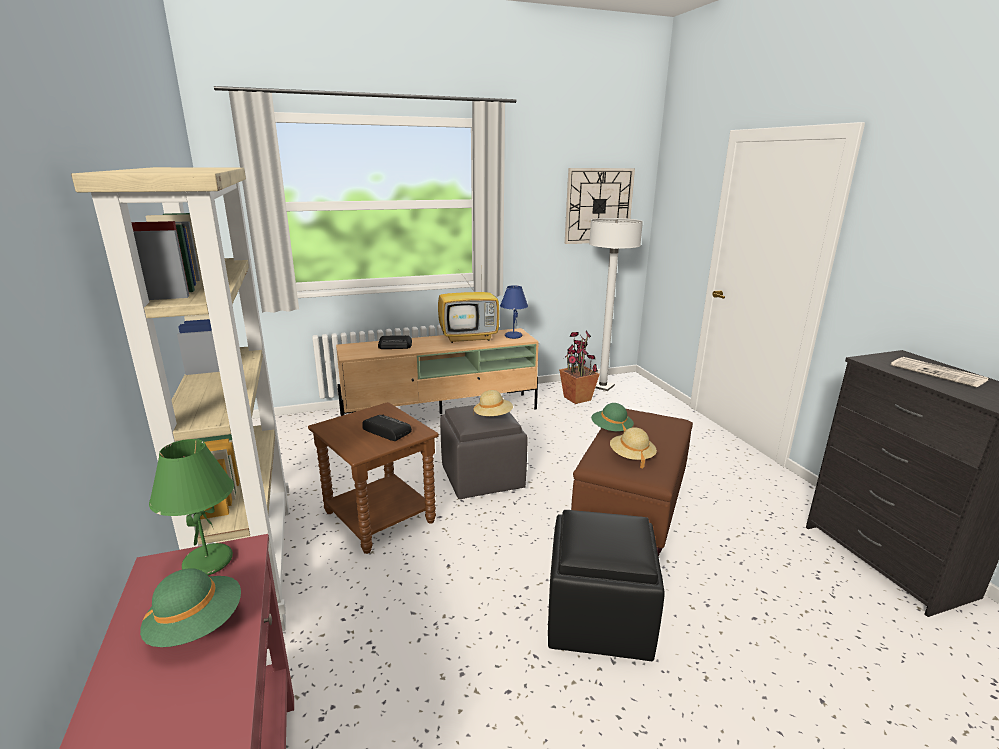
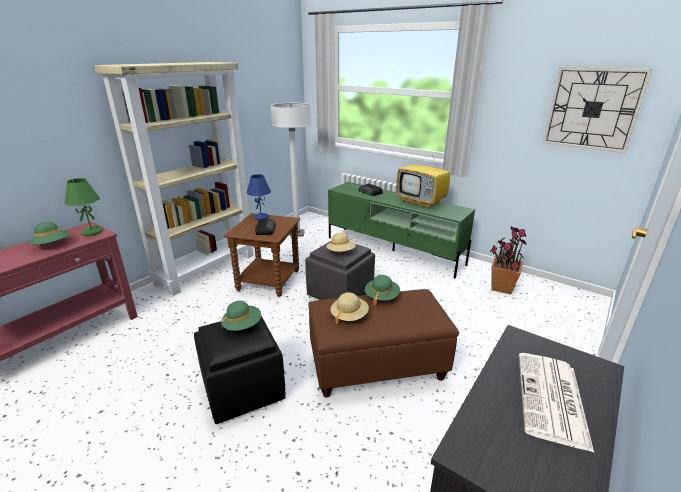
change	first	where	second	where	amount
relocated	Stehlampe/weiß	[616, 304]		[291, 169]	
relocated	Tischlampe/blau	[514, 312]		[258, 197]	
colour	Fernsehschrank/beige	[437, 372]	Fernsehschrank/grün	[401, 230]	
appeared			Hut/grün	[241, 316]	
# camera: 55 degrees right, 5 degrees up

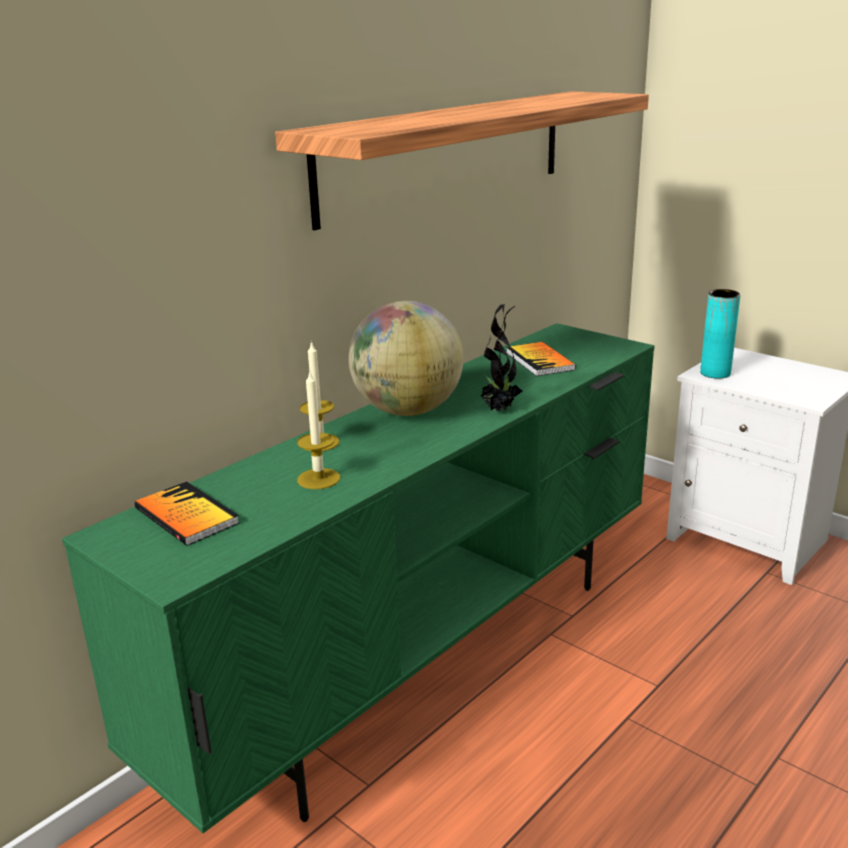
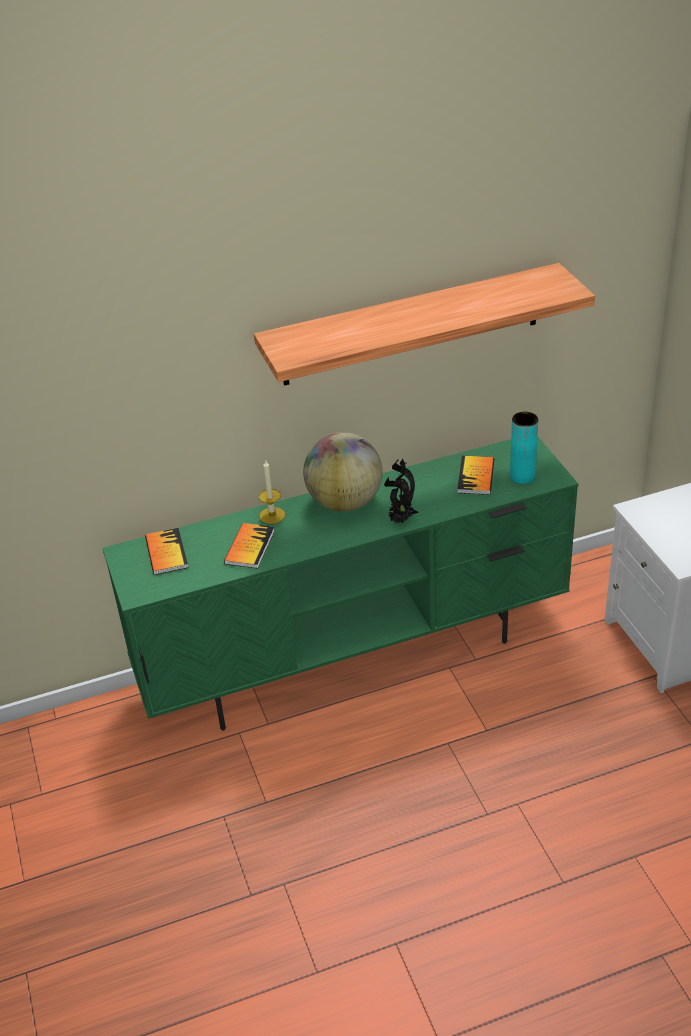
change	first	where	second	where	amount
relocated	Vase/türkis	[720, 334]		[524, 448]	
exchanged	Kerze	[318, 430]	Buch	[249, 546]	
# camera: 30 degrees right, 15 degrees up

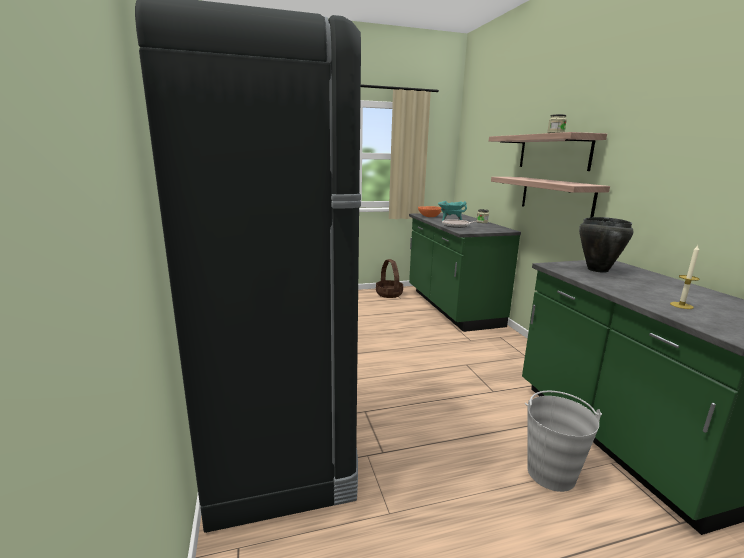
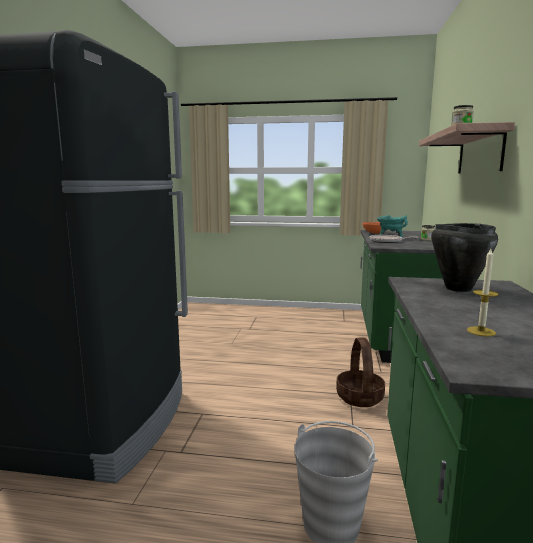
change	first	where	second	where	amount
missing	Wandregal	[550, 197]			
relocated	Korb	[389, 278]		[360, 372]	
# camera: 25 degrees right, 5 degrees down

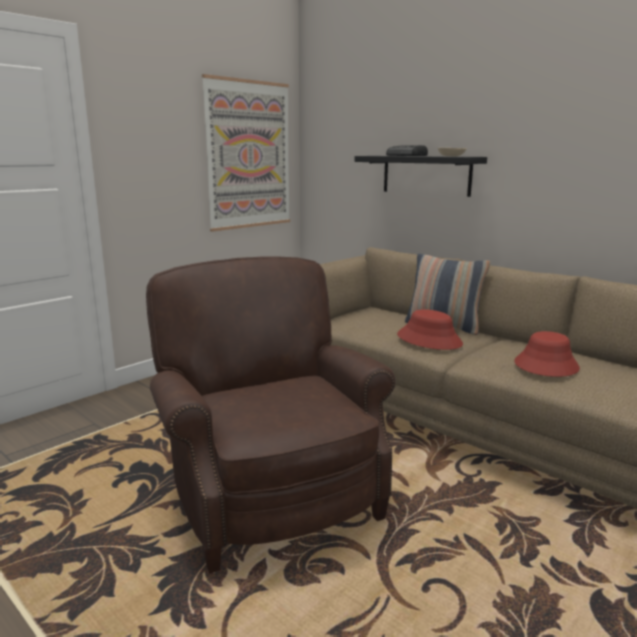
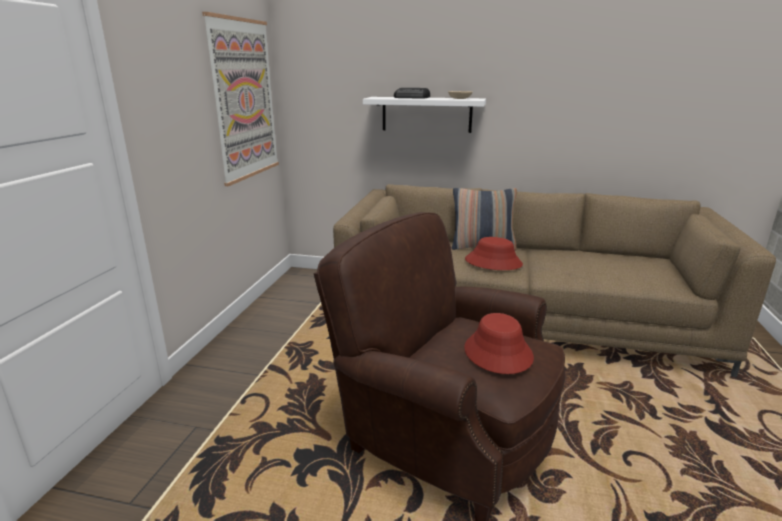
change	first	where	second	where	amount
colour	Wandregal/schwarz	[421, 176]	Wandregal/weiß	[424, 115]	
relocated	Hut/rot	[547, 354]		[499, 343]	
# camera: 30 degrees left, 5 degrees up

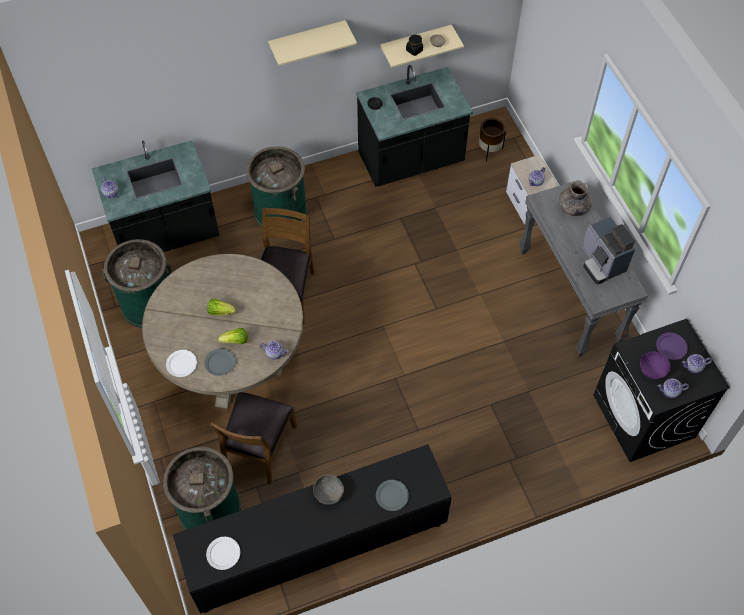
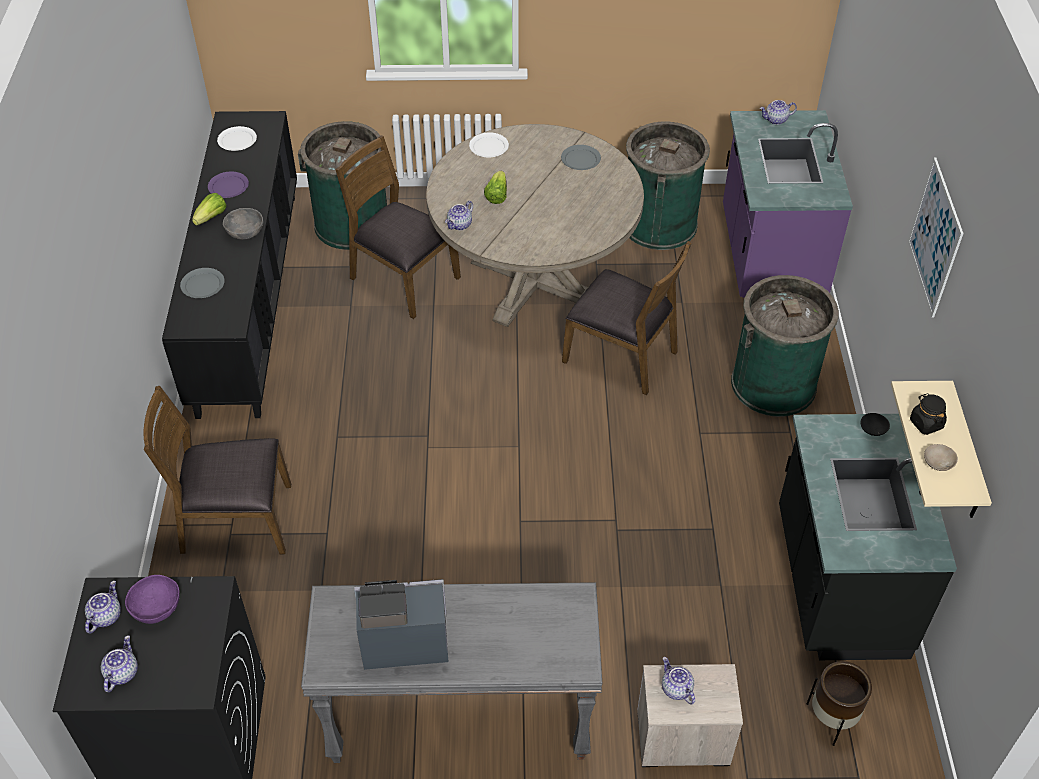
change	first	where	second	where	amount
exchanged	Wandregal/beige	[312, 43]	Bild	[936, 237]	
colour	Küchenzeile/schwarz	[155, 196]	Küchenzeile/lila	[788, 204]	
missing	Vase/grau	[575, 198]			
relocated	Salatkopf	[221, 306]		[209, 209]	
relocated	Teller/lila	[672, 346]		[228, 185]	
relocated	Teller/grau	[219, 362]		[581, 157]	
appeared			Stuhl/braun	[217, 470]	
# camera: 110 degrees right, 10 degrees down

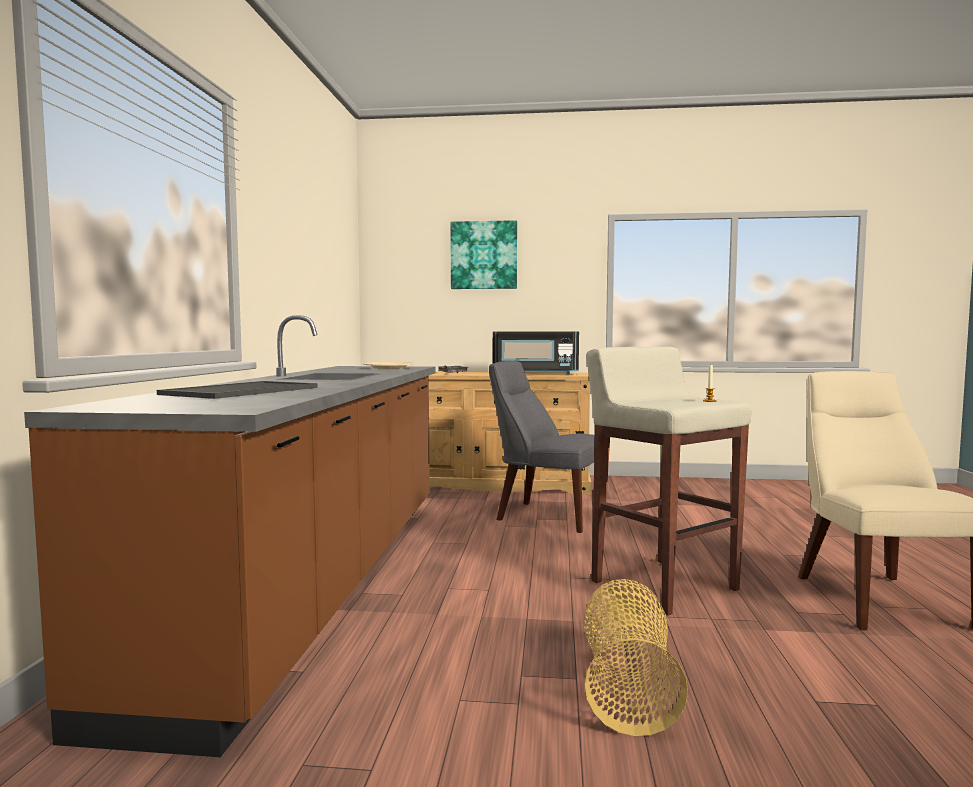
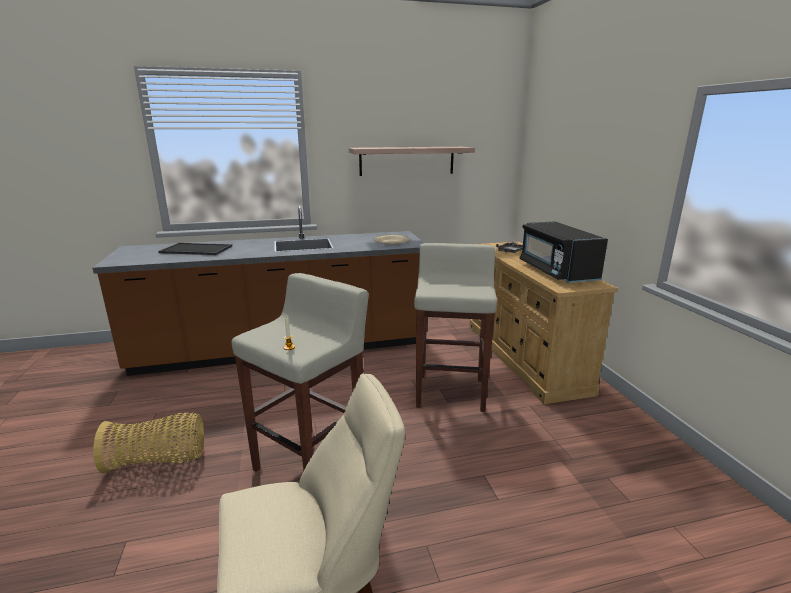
change	first	where	second	where	amount
missing	Bild	[483, 254]			
exchanged	Stuhl/grau	[542, 447]	Hocker/beige	[455, 327]	
appeared			Wandregal	[412, 161]	
# camera: 70 degrees right, 15 degrees up

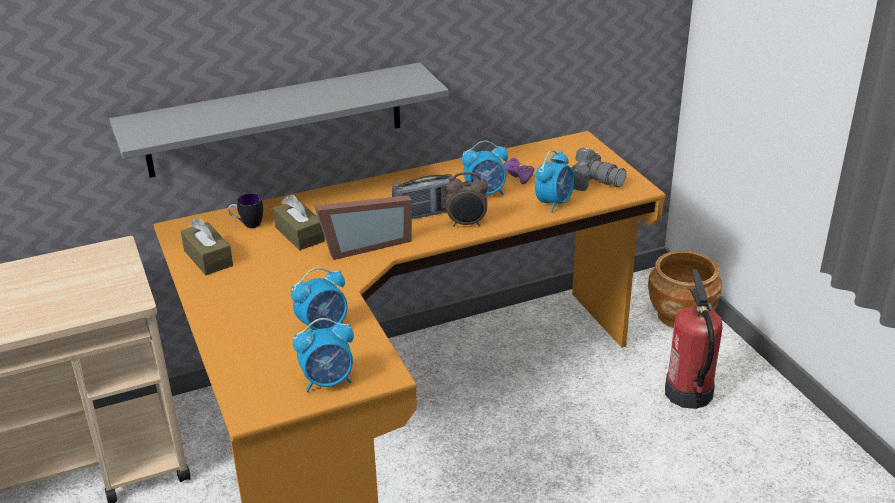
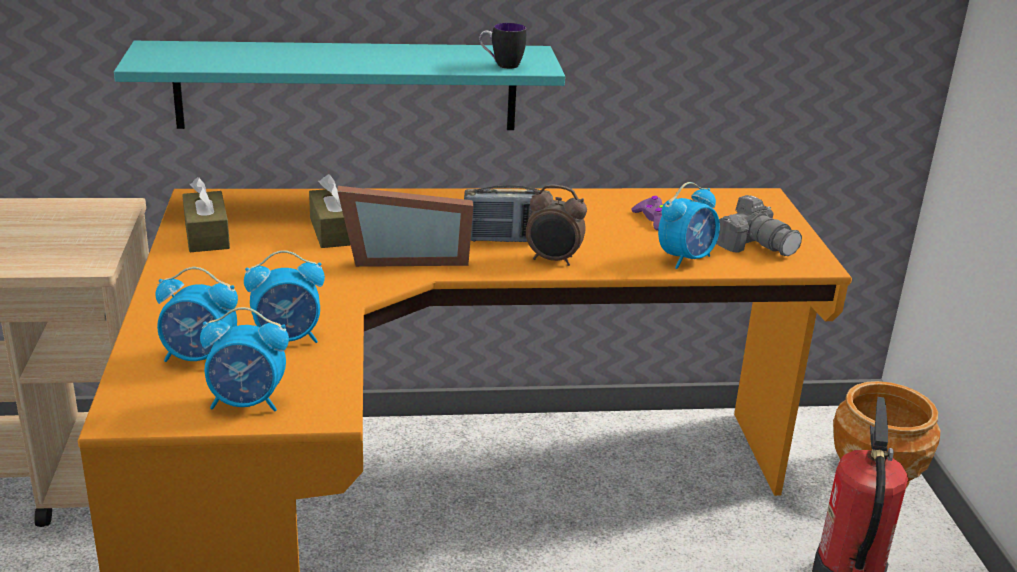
change	first	where	second	where	amount
colour	Wandregal/grau	[279, 120]	Wandregal/türkis	[339, 85]	
relocated	Wecker	[485, 168]		[197, 314]	
relocated	Henkelbecher	[245, 211]		[502, 46]	
# camera: 15 degrees right, 5 degrees down

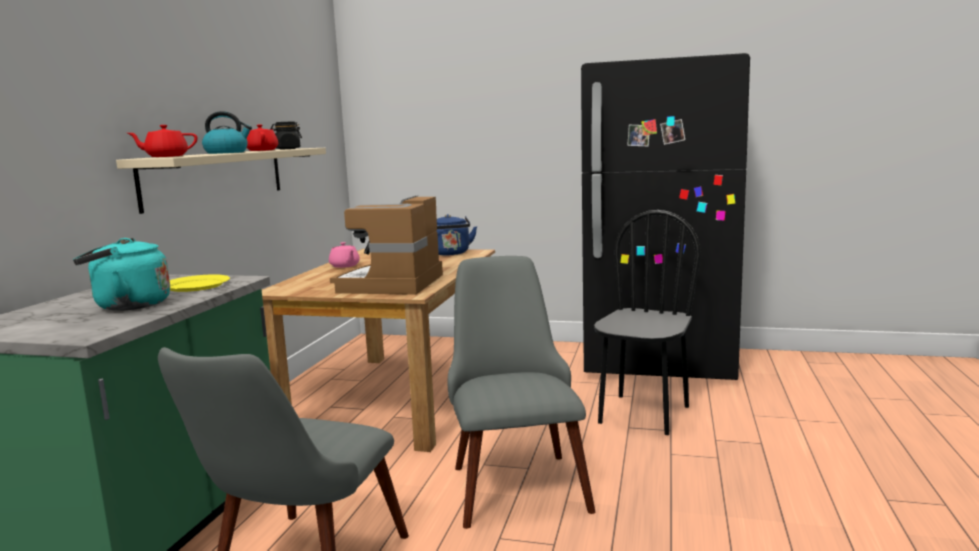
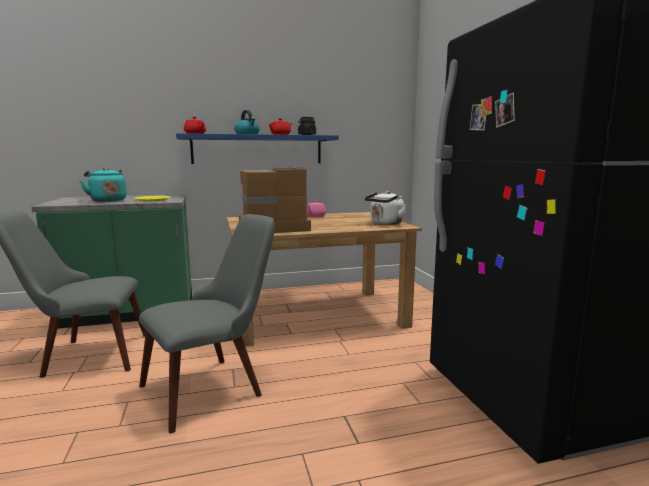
change	first	where	second	where	amount
colour	Wandregal/beige	[221, 181]	Wandregal/blau	[257, 148]	
missing	Stuhl/schwarz	[647, 322]			
colour	Wasserkessel/blau	[457, 234]	Wasserkessel/weiß	[385, 208]	
# camera: 60 degrees right, 0 degrees up

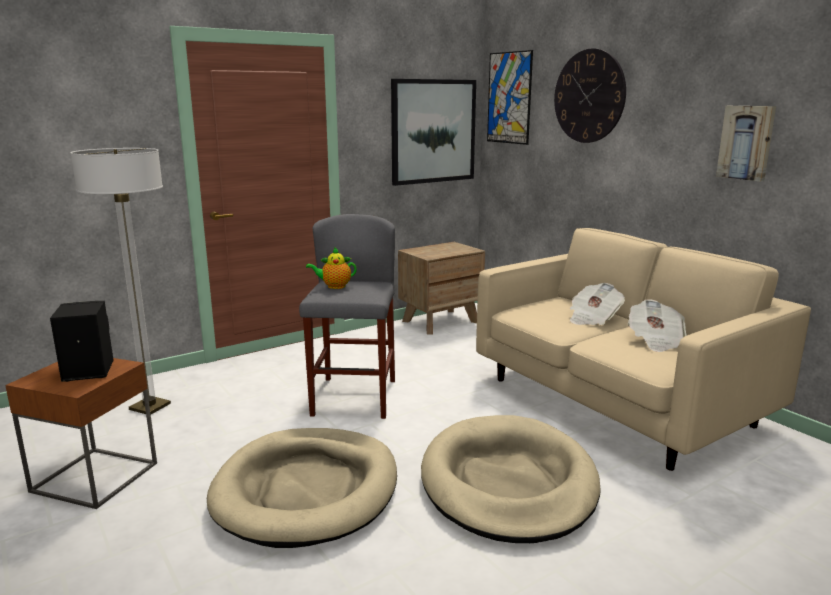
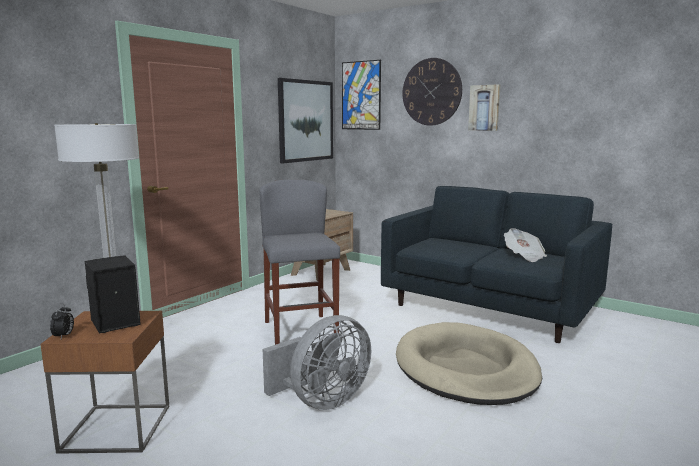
change	first	where	second	where	amount
relocated	Bild	[746, 144]		[484, 107]	
colour	Sofa/beige	[643, 349]	Sofa/blau	[496, 264]	
missing	Teekanne	[331, 268]			
missing	Zeitung	[597, 304]			
exchanged	Hundebett/beige	[302, 488]	Ventilator/grau	[317, 362]	
appeared			Wecker	[62, 321]	
# camera: 20 degrees left, 5 degrees down

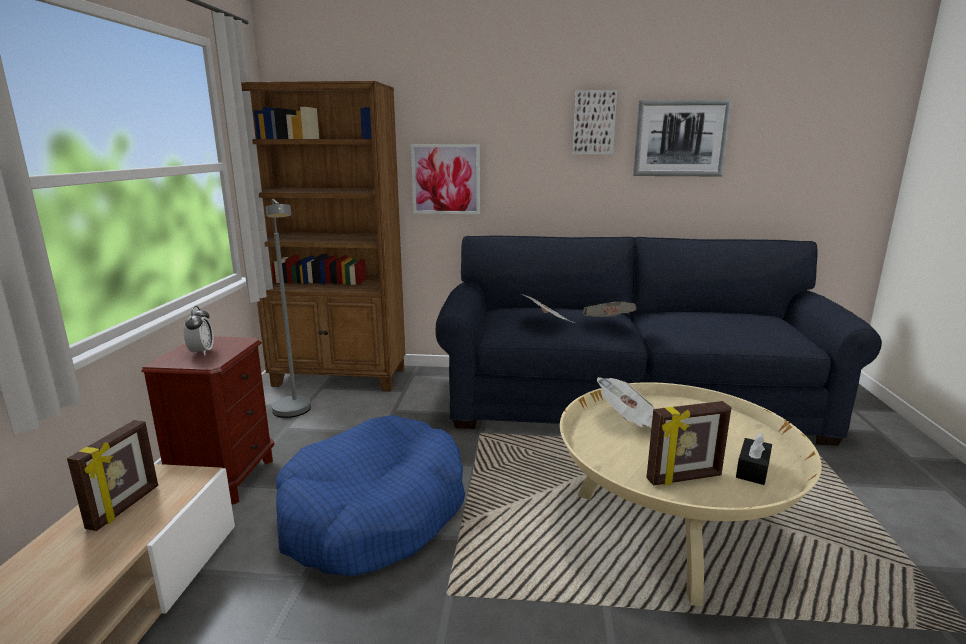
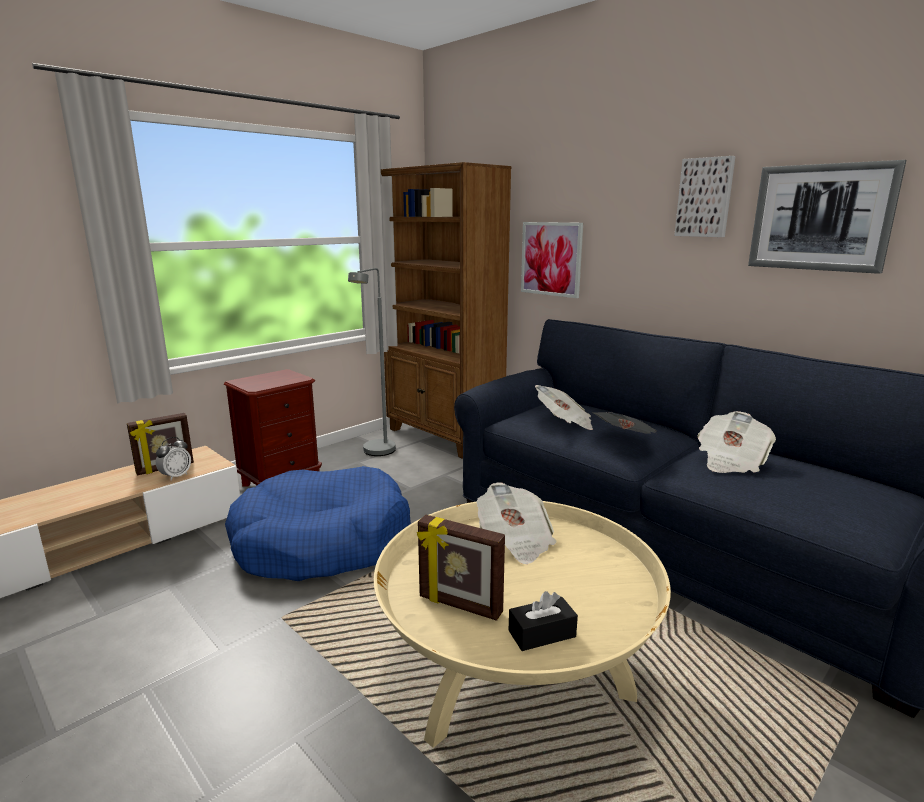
change	first	where	second	where	amount
relocated	Wecker	[199, 331]		[173, 458]	
appeared			Zeitung	[736, 442]	
# camera: 40 degrees right, 0 degrees up

